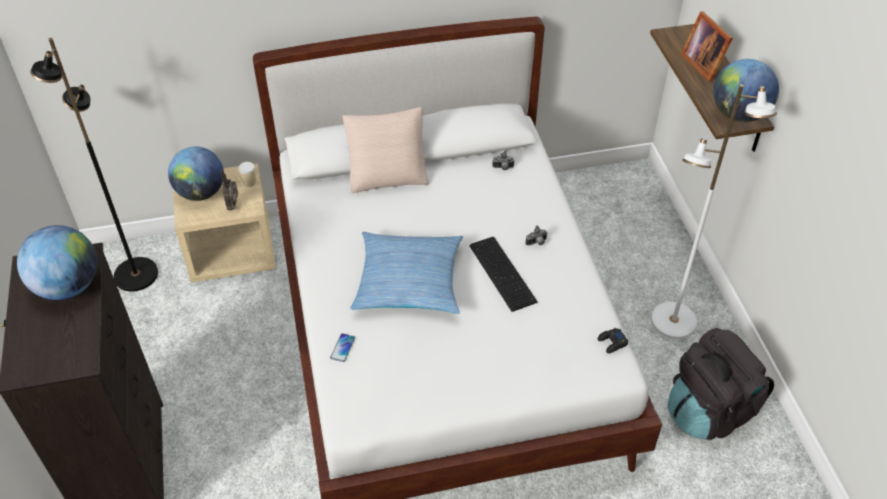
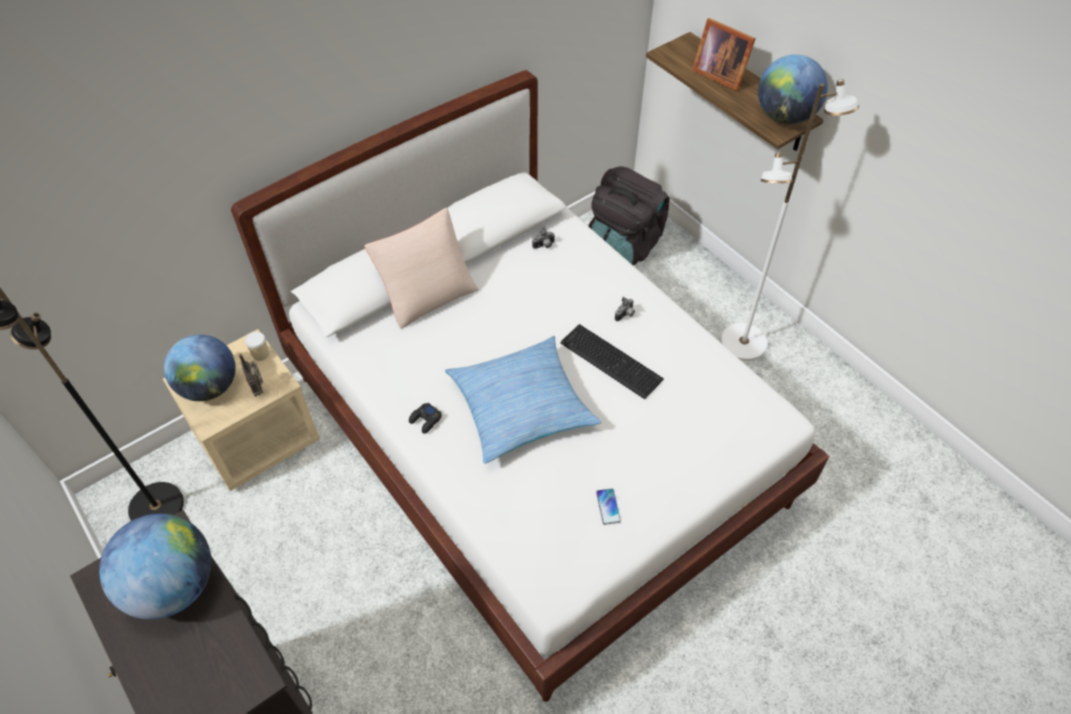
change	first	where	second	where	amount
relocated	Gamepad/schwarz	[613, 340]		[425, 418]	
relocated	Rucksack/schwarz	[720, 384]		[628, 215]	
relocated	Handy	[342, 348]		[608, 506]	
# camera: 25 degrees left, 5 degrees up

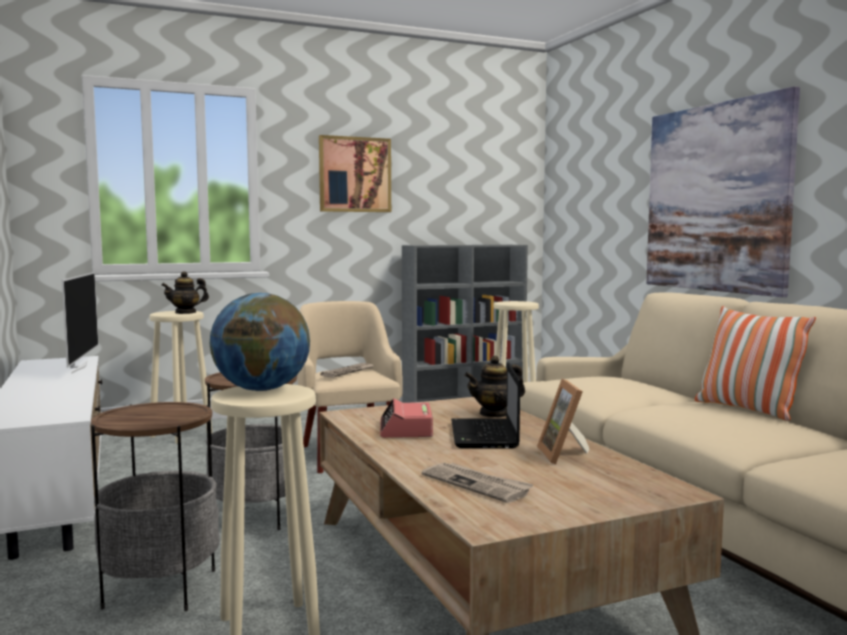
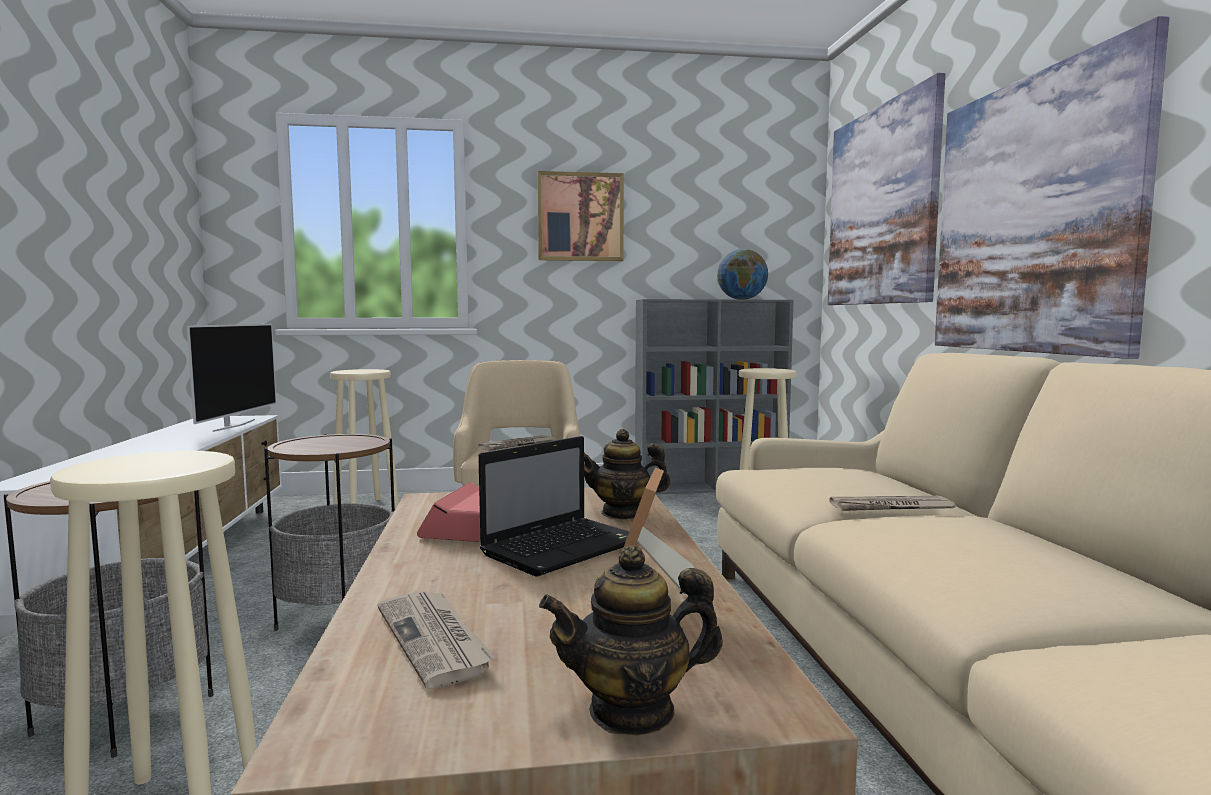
change	first	where	second	where	amount
relocated	Teekanne	[185, 292]		[631, 640]	
relocated	Globus	[260, 342]		[742, 274]	
missing	Kissen	[755, 363]			
spun	Laptop	[485, 405]		[553, 506]	150 degrees counterclockwise
appeared			Bild	[886, 189]	
appeared			Zeitung	[892, 503]	
# camera: 15 degrees right, 0 degrees up

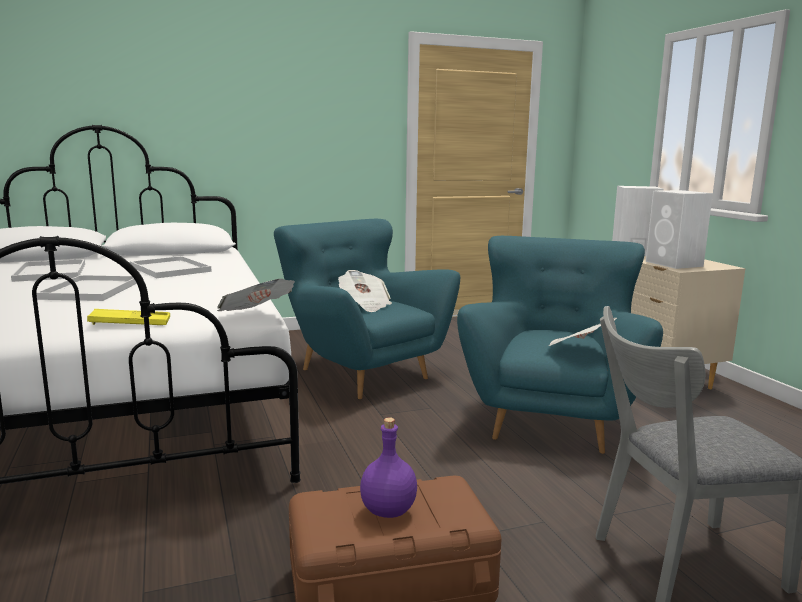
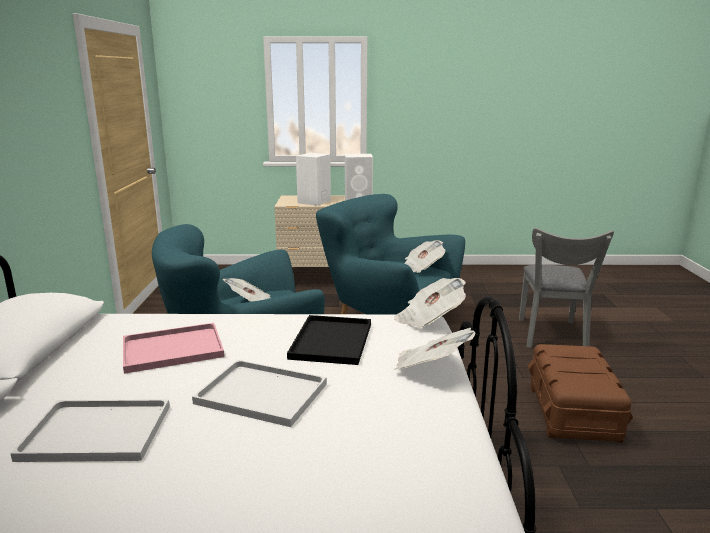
change	first	where	second	where	amount
colour	Tablett/weiß	[171, 267]	Tablett/rosa	[174, 348]	
exchanged	Tablett/gelb	[128, 317]	Zeitung	[435, 349]	
missing	Flasche/lila	[388, 467]			
appeared			Tablett/schwarz	[329, 340]	
# camera: 70 degrees left, 5 degrees up

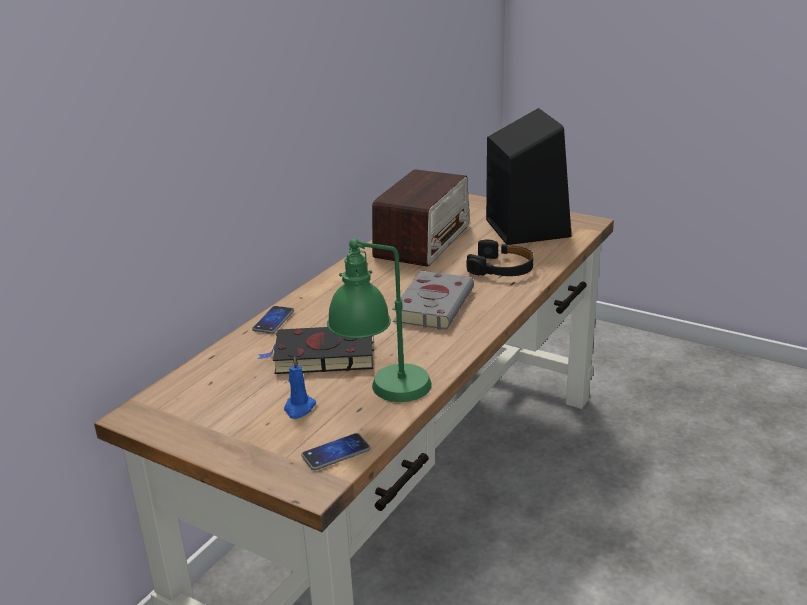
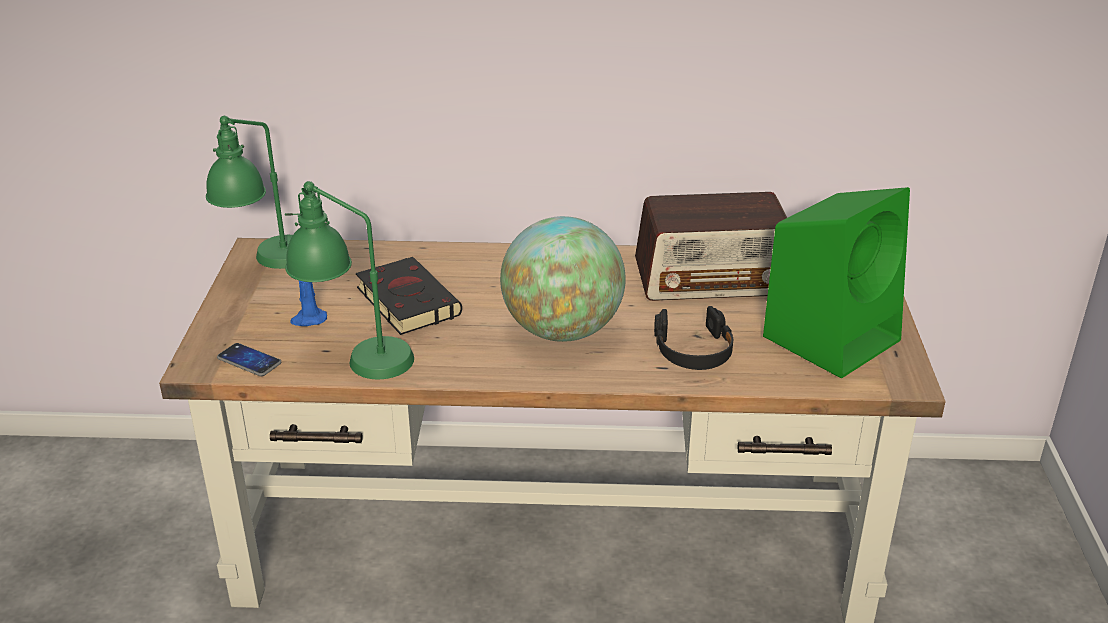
change	first	where	second	where	amount
colour	Lautsprecher/schwarz	[528, 176]	Lautsprecher/grün	[836, 282]	
exchanged	Buch/grau	[433, 300]	Globus	[563, 279]	
missing	Handy	[273, 320]			
appeared			Tischlampe/grün	[249, 192]	
# camera: 60 degrees right, 5 degrees up

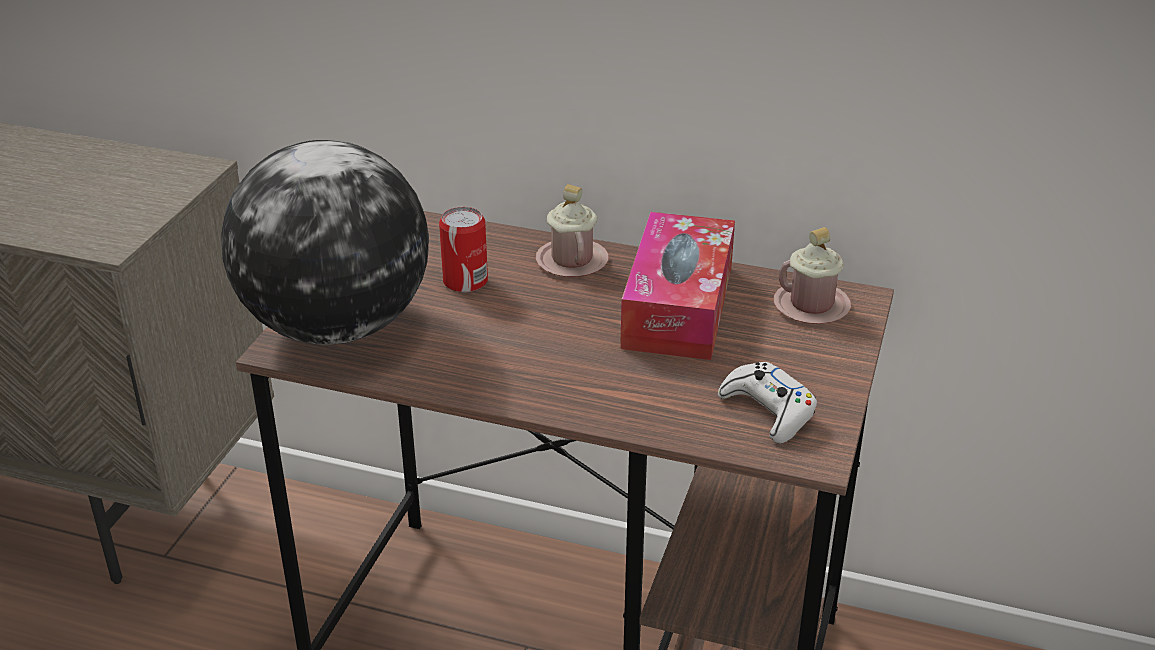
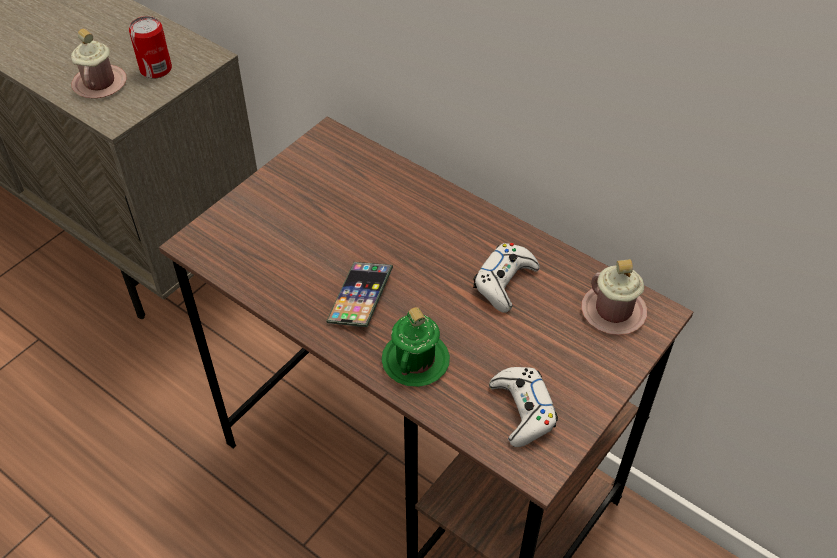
change	first	where	second	where	amount
missing	Globus	[325, 242]			
relocated	Henkelbecher/rosa	[572, 230]		[99, 63]	
relocated	Dose	[463, 250]		[150, 47]	
exchanged	Taschentuchbox	[677, 286]	Gamepad/weiß	[506, 278]	
appeared			Handy	[359, 294]	
appeared			Henkelbecher/grün	[416, 347]	
# camera: 20 degrees right, 15 degrees up

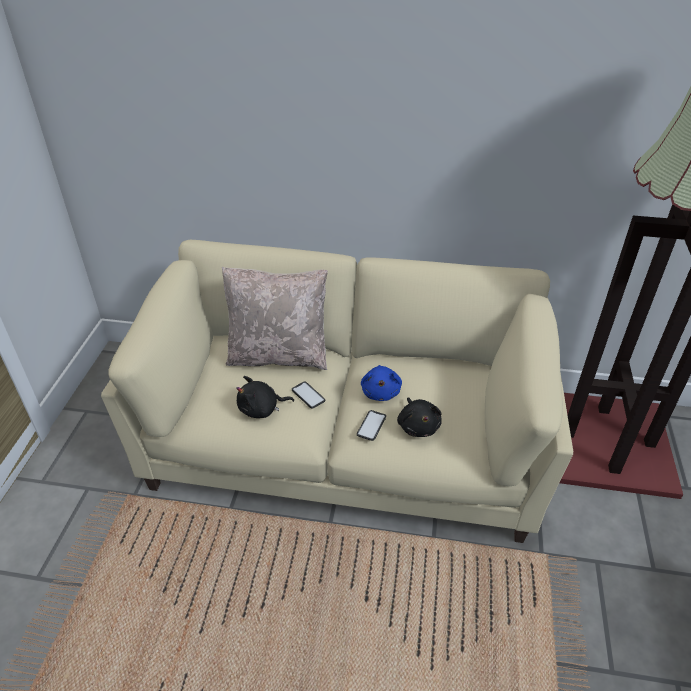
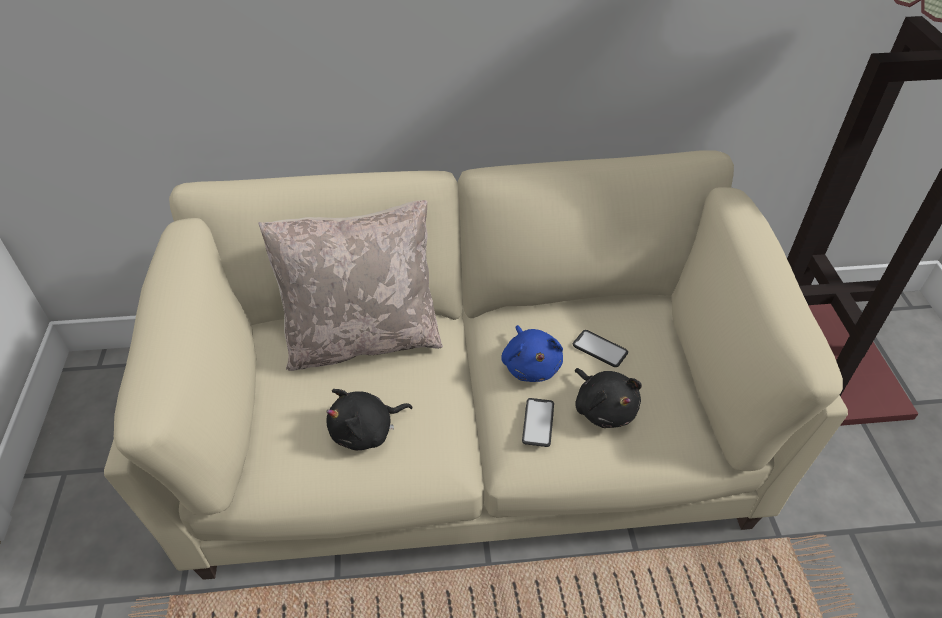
change	first	where	second	where	amount
relocated	Handy	[308, 395]		[600, 348]	
# camera: 15 degrees left, 5 degrees up

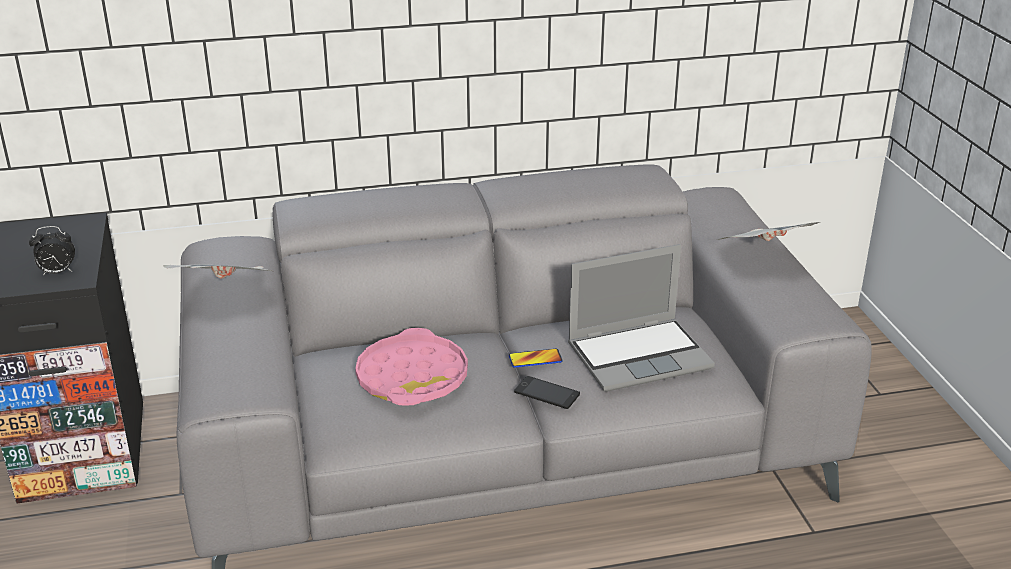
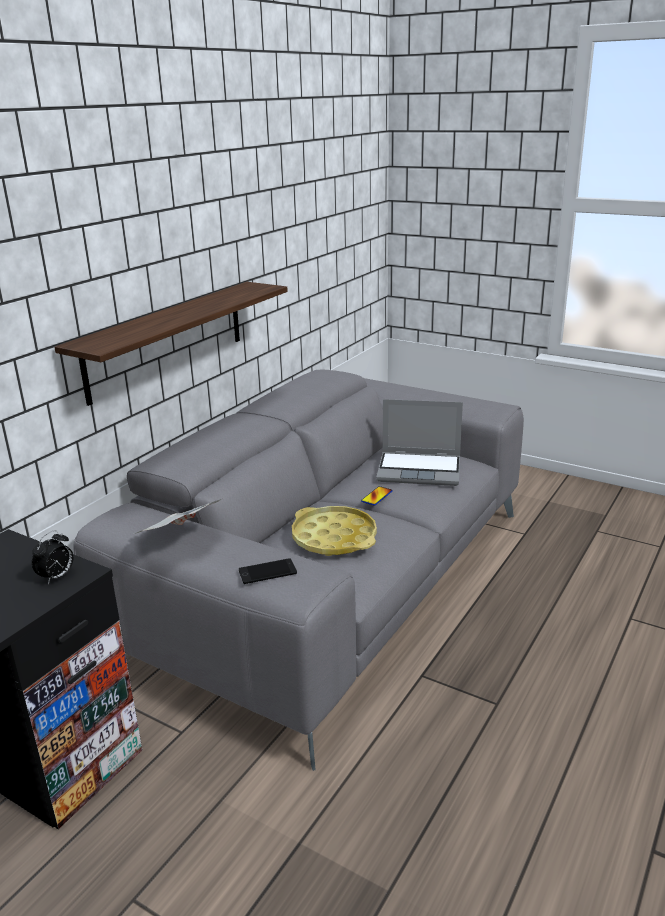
change	first	where	second	where	amount
missing	Zeitung	[769, 231]			
spun	Laptop	[641, 318]		[419, 442]	75 degrees clockwise
colour	Tablett/rosa	[411, 367]	Tablett/gelb	[334, 531]	
relocated	Handy	[547, 392]		[268, 571]	
appeared			Wandregal	[171, 344]	
# camera: 45 degrees left, 5 degrees down

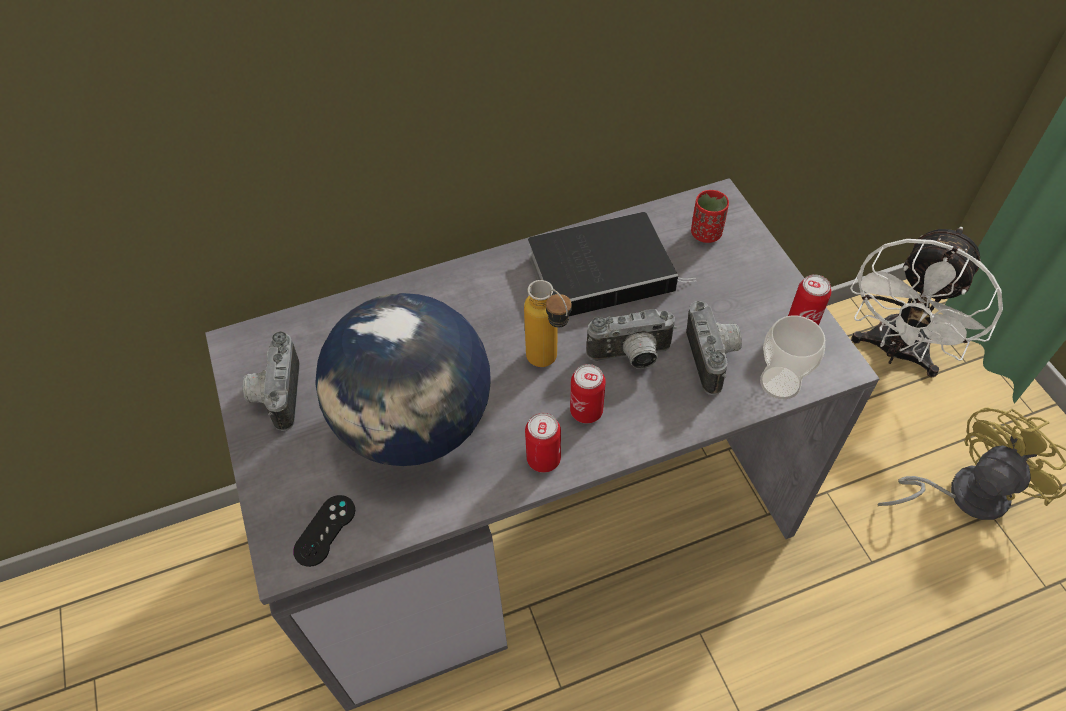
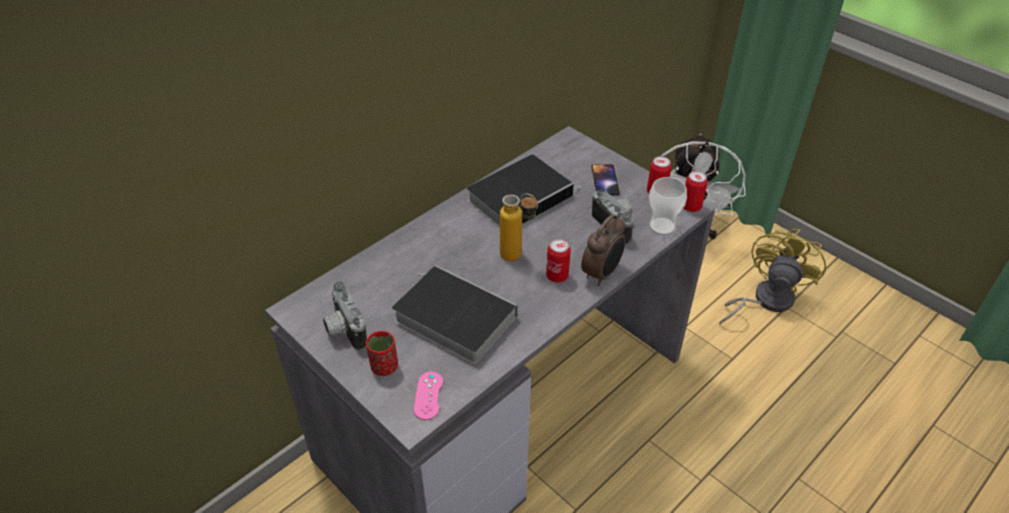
change	first	where	second	where	amount
relocated	Tasse/rot	[710, 216]		[382, 353]	
exchanged	Globus	[403, 379]	Buch	[454, 315]	
missing	Kamera	[631, 339]			
relocated	Dose	[543, 443]		[696, 191]	
colour	Gamepad/schwarz	[324, 531]	Gamepad/rosa	[428, 396]	
appeared			Handy	[605, 179]	
appeared			Wecker	[603, 250]	
# camera: 25 degrees left, 10 degrees down

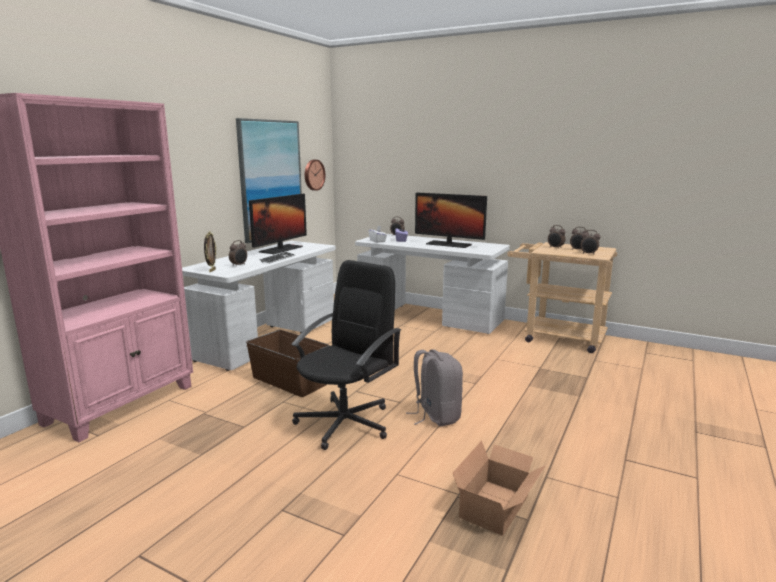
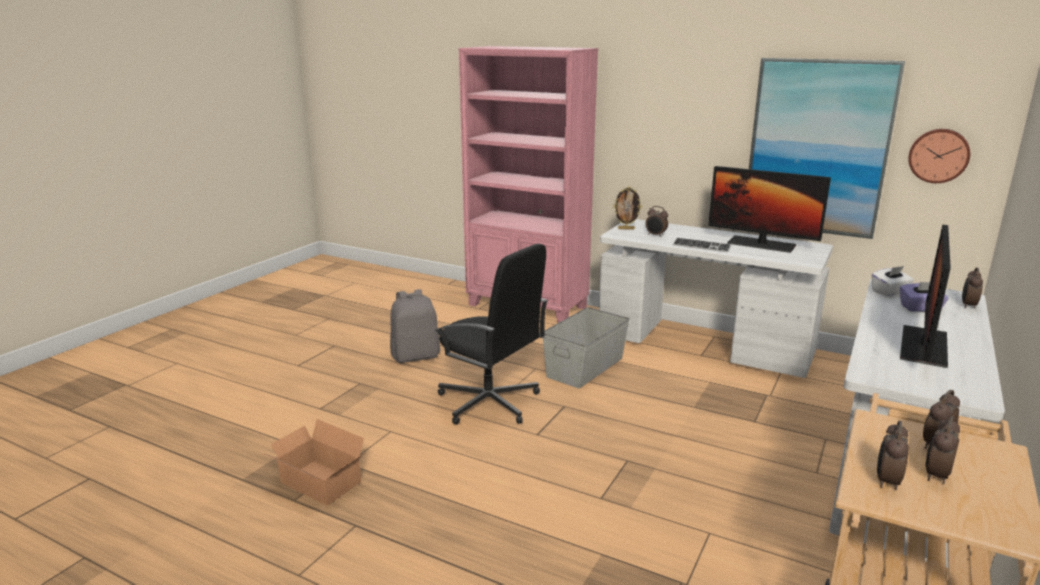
change	first	where	second	where	amount
colour	Aufbewahrungsbox/braun	[288, 363]	Aufbewahrungsbox/grau	[586, 347]	
relocated	Rucksack/grau	[434, 387]		[415, 326]	
# camera: 90 degrees right, 5 degrees up

